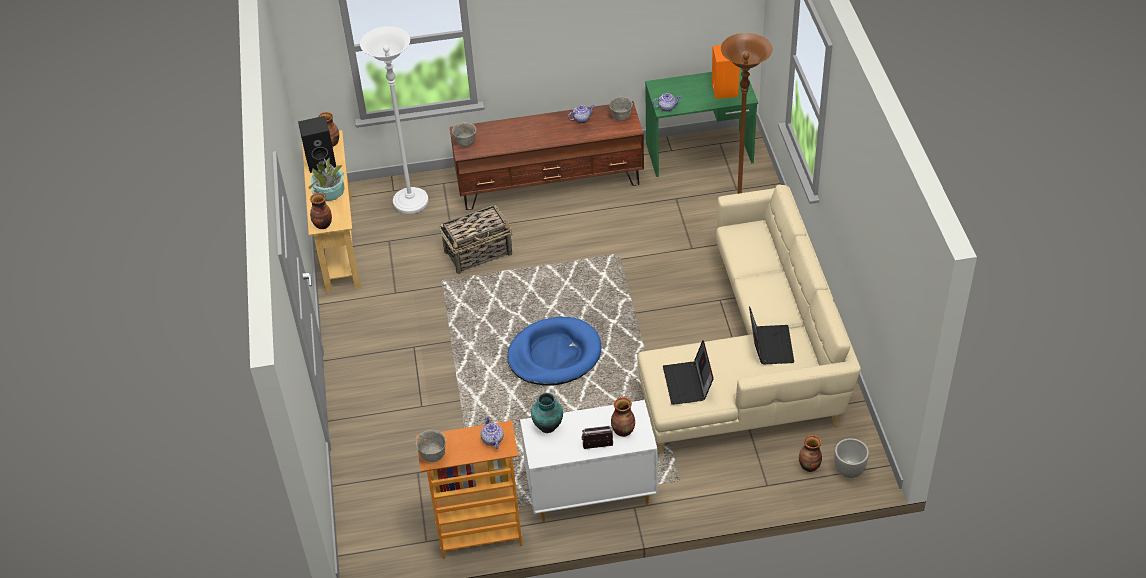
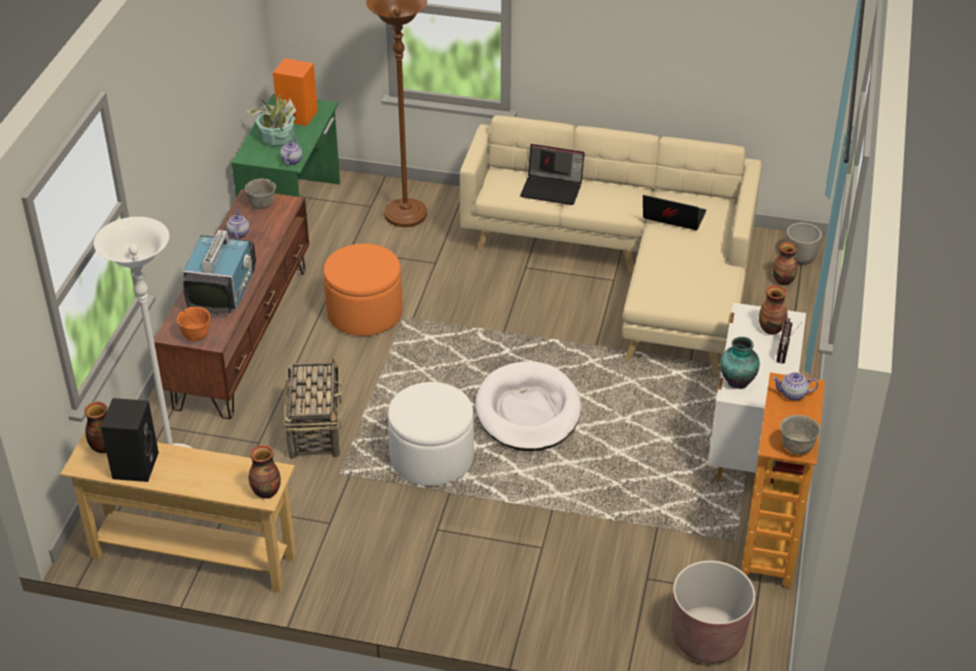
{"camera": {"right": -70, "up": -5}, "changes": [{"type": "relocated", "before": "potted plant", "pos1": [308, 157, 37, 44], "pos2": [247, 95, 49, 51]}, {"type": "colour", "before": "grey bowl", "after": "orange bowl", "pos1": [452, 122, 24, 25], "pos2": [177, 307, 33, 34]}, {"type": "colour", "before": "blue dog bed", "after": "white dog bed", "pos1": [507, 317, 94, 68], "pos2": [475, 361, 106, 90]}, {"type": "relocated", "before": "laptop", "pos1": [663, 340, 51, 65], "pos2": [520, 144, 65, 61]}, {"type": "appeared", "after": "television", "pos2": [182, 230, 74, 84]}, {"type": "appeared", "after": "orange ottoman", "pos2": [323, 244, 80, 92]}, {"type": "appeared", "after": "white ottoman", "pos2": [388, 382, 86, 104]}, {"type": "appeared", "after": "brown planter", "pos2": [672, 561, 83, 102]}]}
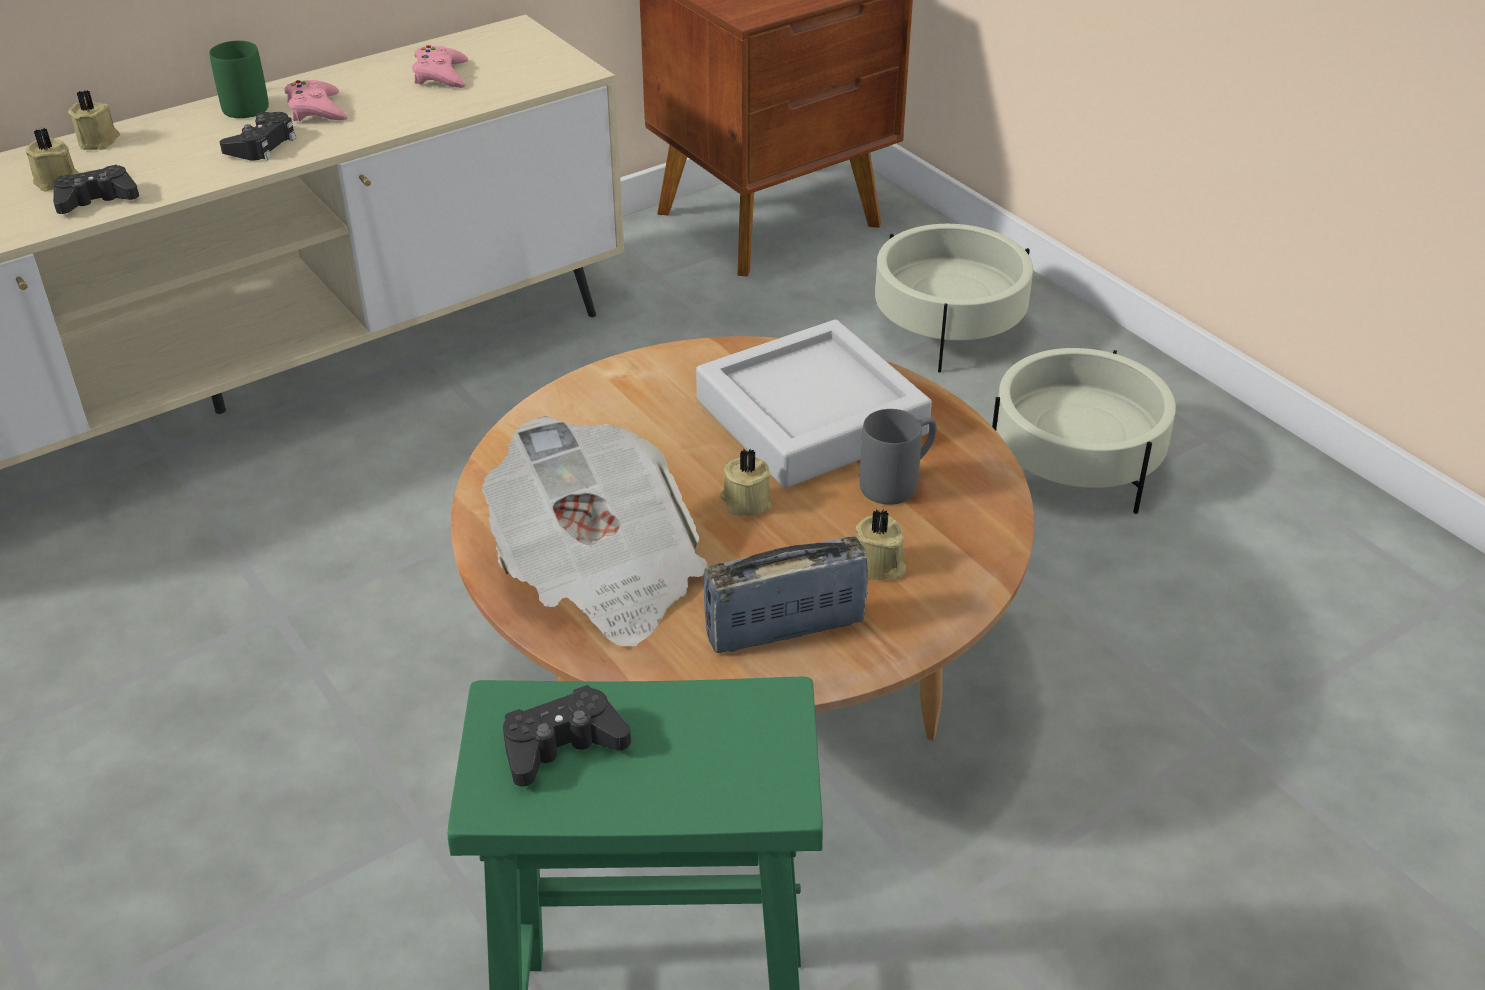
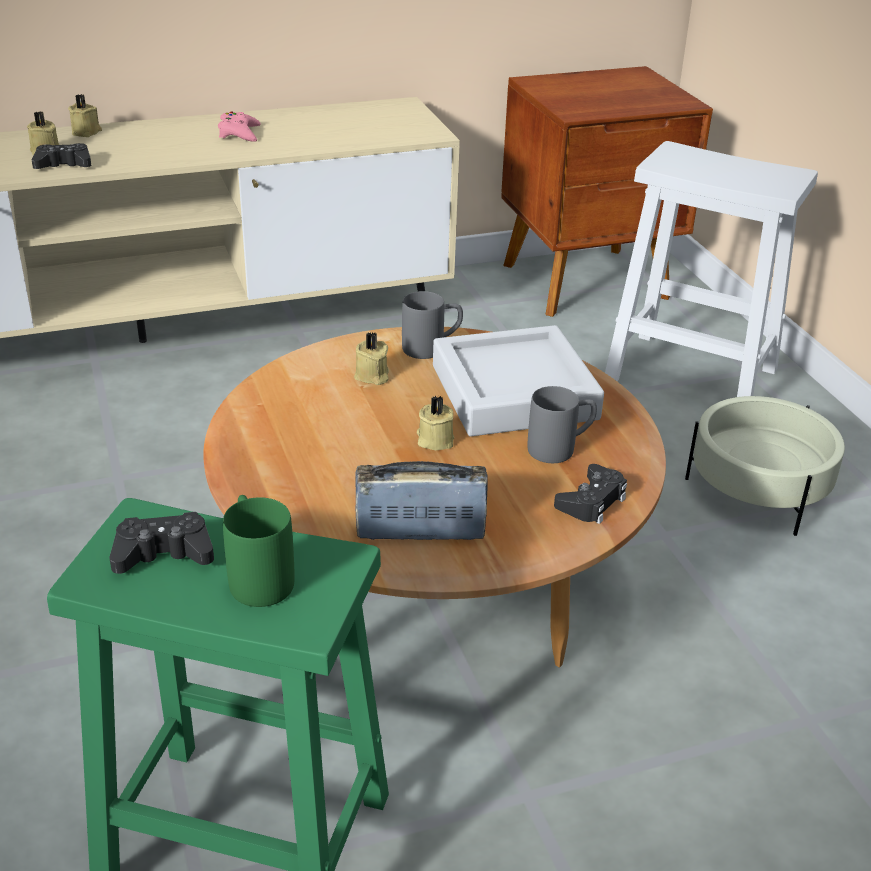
{"camera": {"right": 15, "up": -5}, "changes": [{"type": "relocated", "before": "green mug", "pos1": [209, 41, 60, 77], "pos2": [223, 495, 72, 112]}, {"type": "relocated", "before": "black game controller", "pos1": [220, 112, 76, 48], "pos2": [554, 464, 73, 60]}, {"type": "missing", "before": "pink game controller", "pos1": [412, 45, 56, 43]}, {"type": "missing", "before": "newspaper", "pos1": [482, 416, 226, 230]}, {"type": "relocated", "before": "beige candle", "pos1": [856, 509, 50, 71], "pos2": [354, 332, 35, 53]}, {"type": "exchanged", "before": "beige planter", "after": "white stool", "pos1": [875, 224, 158, 148], "pos2": [605, 141, 213, 256]}, {"type": "appeared", "after": "grey mug", "pos2": [402, 291, 61, 68]}]}
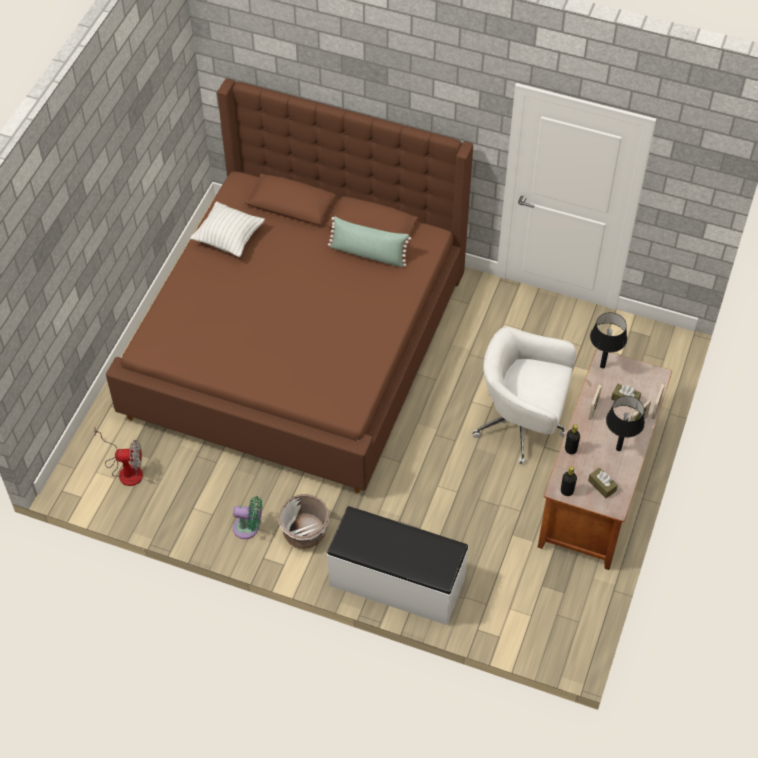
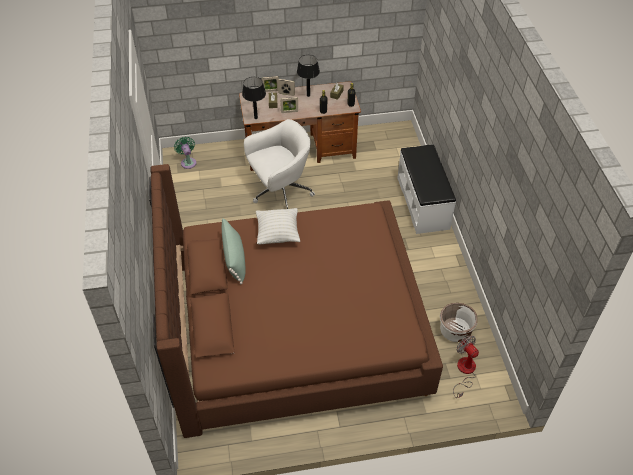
{"camera": {"right": -120, "up": -5}, "changes": [{"type": "relocated", "before": "white pillow", "pos1": [190, 201, 75, 56], "pos2": [256, 208, 44, 36]}, {"type": "relocated", "before": "green fan", "pos1": [233, 496, 29, 43], "pos2": [174, 137, 23, 32]}, {"type": "relocated", "before": "white planter", "pos1": [278, 494, 51, 55], "pos2": [440, 303, 37, 39]}, {"type": "spun", "before": "white office chair", "pos1": [472, 326, 104, 139], "pos2": [244, 119, 71, 90], "turn": -105}]}
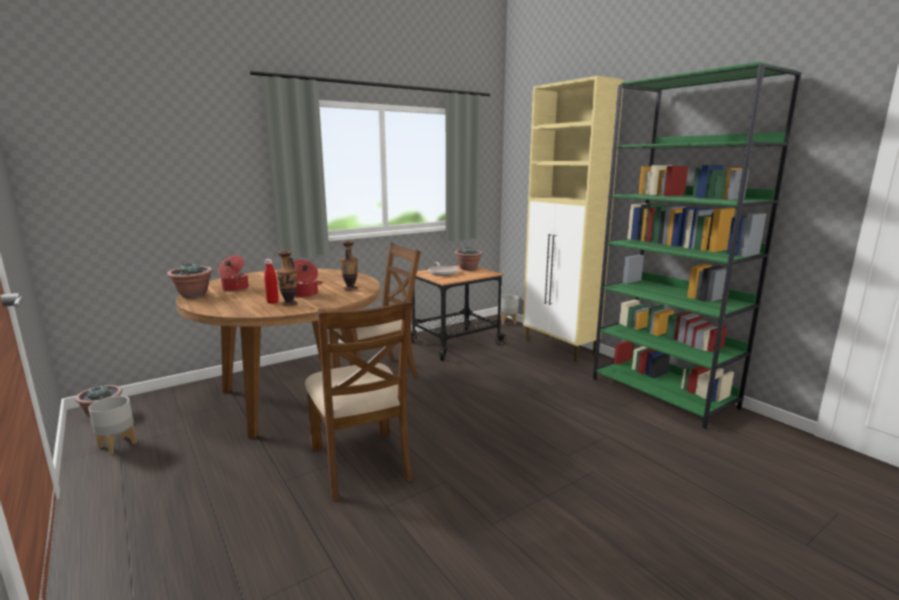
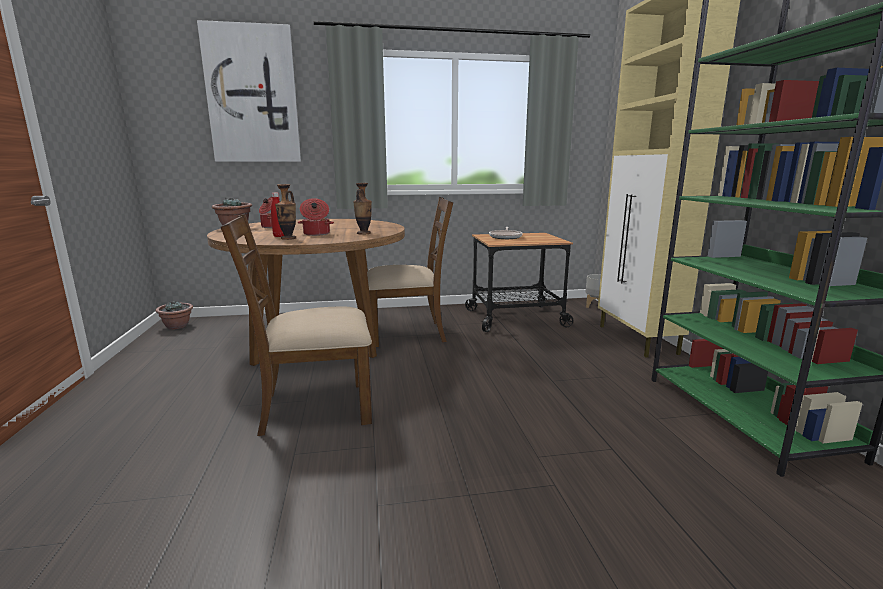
{"camera": {"right": 25, "up": 0}, "changes": [{"type": "missing", "before": "grey planter", "pos1": [88, 396, 49, 58]}, {"type": "spun", "before": "brown chair", "pos1": [305, 299, 108, 202], "pos2": [221, 213, 151, 223], "turn": 75}, {"type": "missing", "before": "potted plant", "pos1": [455, 247, 28, 24]}, {"type": "appeared", "after": "picture", "pos2": [197, 20, 104, 142]}]}
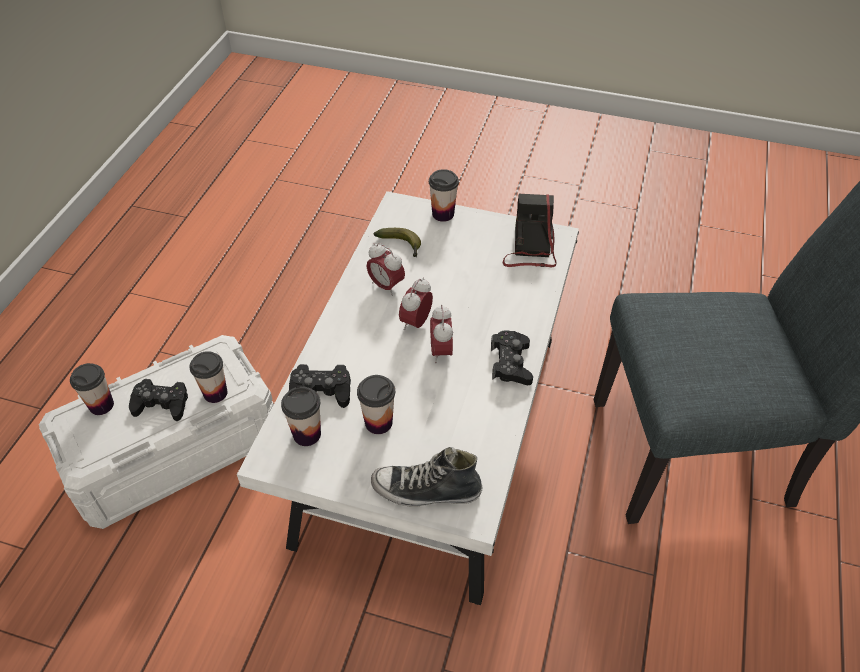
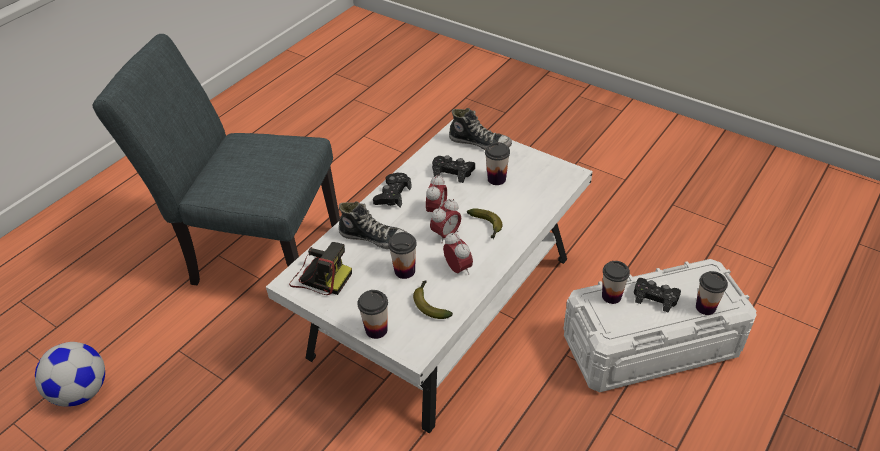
{"camera": {"right": -160, "up": -5}, "changes": [{"type": "relocated", "before": "cup", "pos1": [281, 386, 40, 60], "pos2": [388, 232, 29, 47]}, {"type": "relocated", "before": "black game controller", "pos1": [289, 364, 62, 44], "pos2": [432, 155, 43, 28]}, {"type": "spun", "before": "photo camera", "pos1": [503, 194, 54, 74], "pos2": [289, 242, 63, 53], "turn": -90}, {"type": "appeared", "after": "football", "pos2": [35, 342, 70, 65]}, {"type": "appeared", "after": "shoe", "pos2": [339, 201, 67, 48]}, {"type": "appeared", "after": "banana", "pos2": [467, 208, 36, 31]}]}
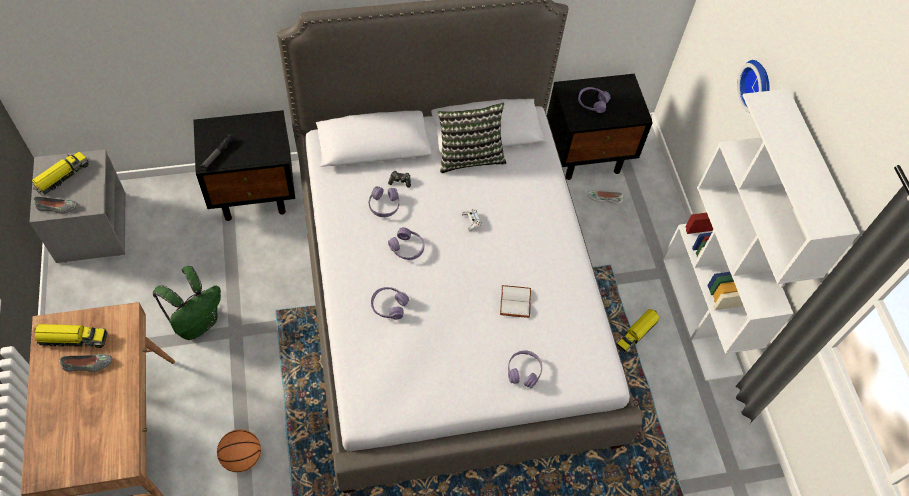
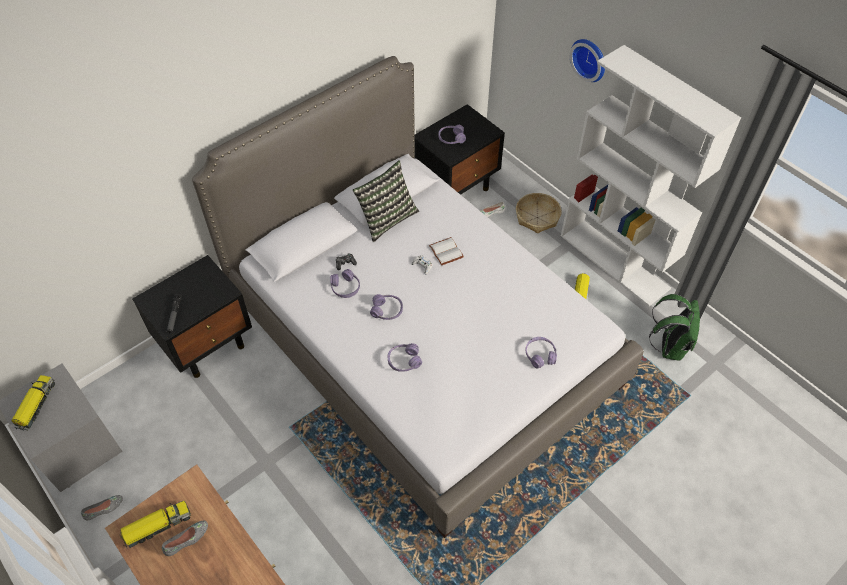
{"camera": {"right": -25, "up": -5}, "changes": [{"type": "relocated", "before": "grey shoe", "pos1": [33, 197, 45, 17], "pos2": [81, 495, 42, 25]}, {"type": "relocated", "before": "green backpack", "pos1": [153, 266, 68, 74], "pos2": [649, 294, 51, 66]}, {"type": "missing", "before": "basketball", "pos1": [217, 429, 44, 43]}, {"type": "relocated", "before": "white book", "pos1": [500, 285, 31, 33], "pos2": [429, 237, 35, 29]}, {"type": "appeared", "after": "basket", "pos2": [516, 193, 46, 40]}]}
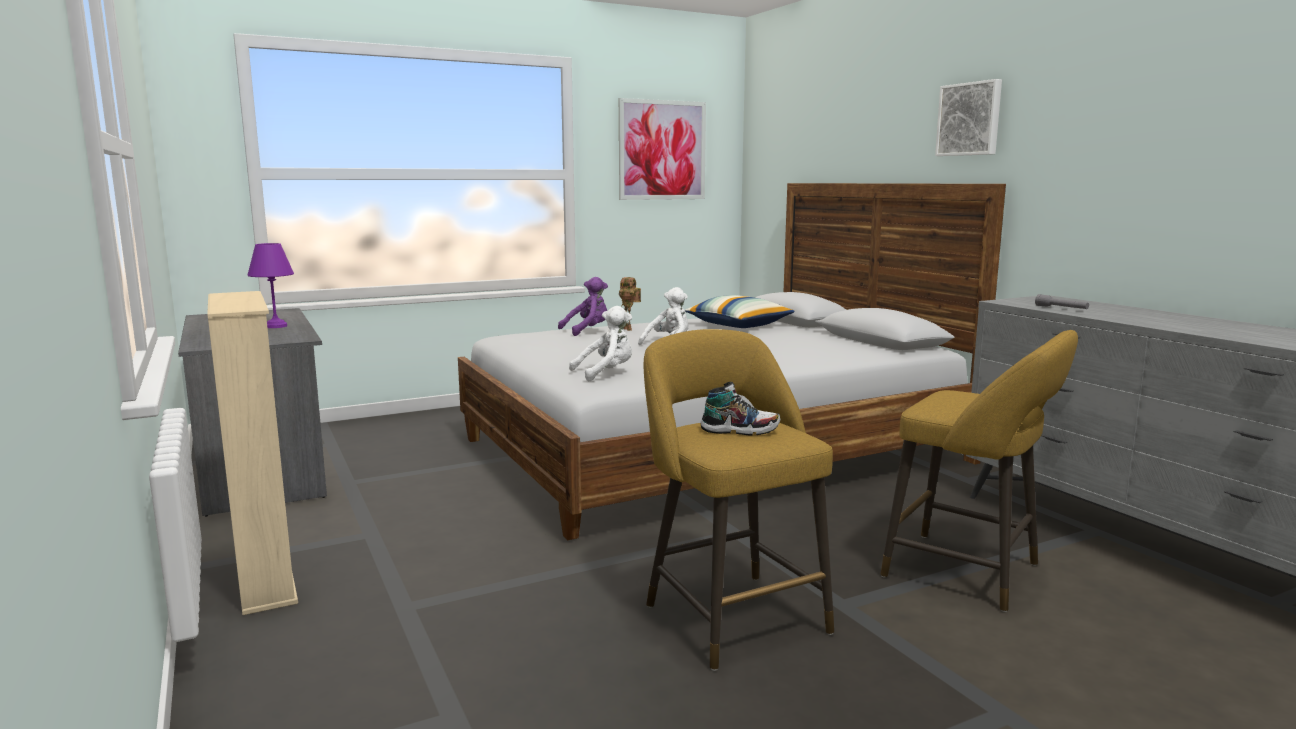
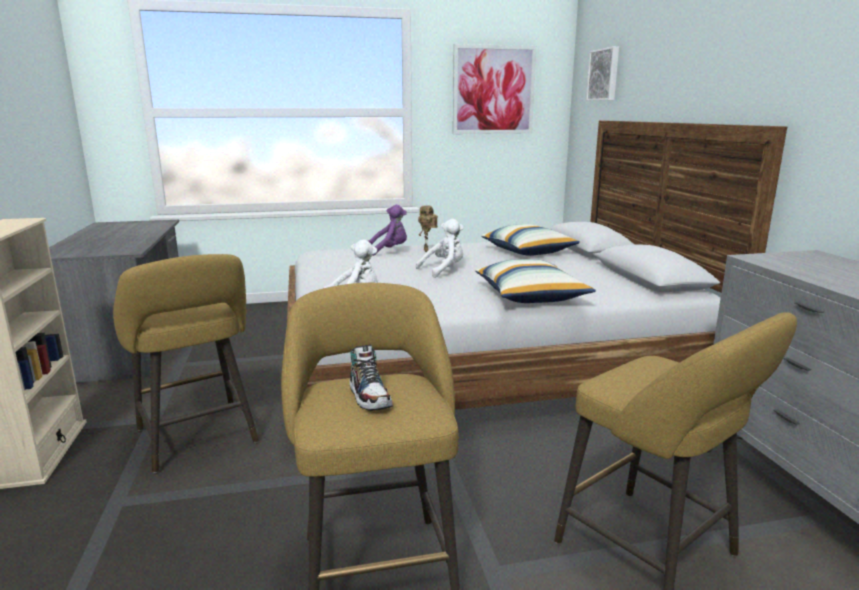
{"camera": {"right": 15, "up": 5}, "changes": [{"type": "missing", "before": "purple table lamp", "pos1": [248, 243, 46, 85]}, {"type": "spun", "before": "shoe", "pos1": [700, 382, 80, 54], "pos2": [349, 345, 43, 65], "turn": 45}, {"type": "relocated", "before": "picture", "pos1": [935, 79, 67, 77], "pos2": [586, 46, 33, 55]}, {"type": "missing", "before": "grey flashlight", "pos1": [1035, 294, 54, 15]}, {"type": "appeared", "after": "yellow stool", "pos2": [113, 254, 146, 219]}, {"type": "appeared", "after": "pillow", "pos2": [475, 259, 121, 44]}]}
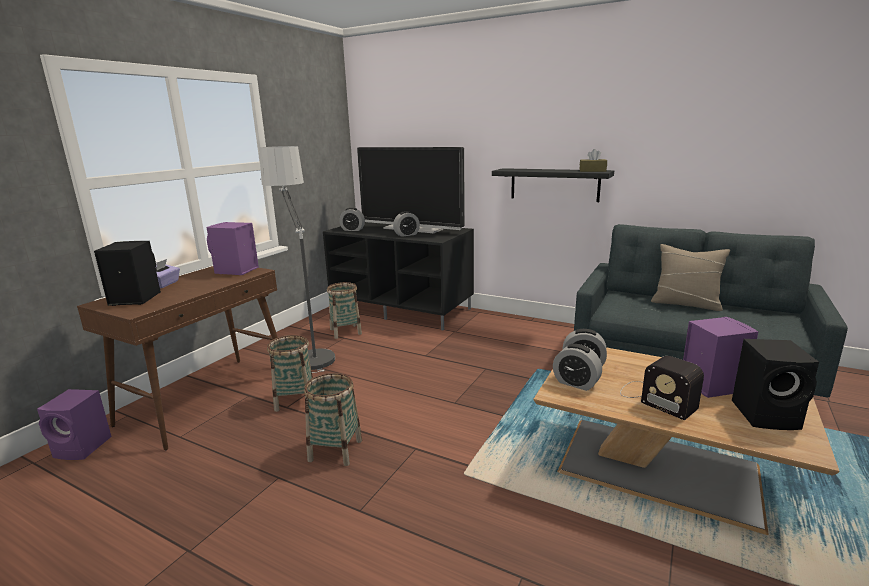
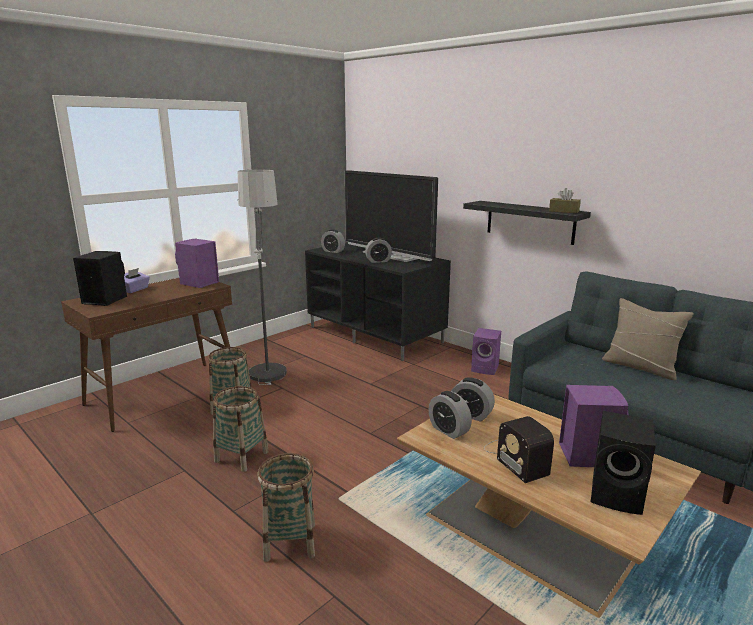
{"camera": {"right": 15, "up": 0}, "changes": [{"type": "relocated", "before": "purple speaker", "pos1": [37, 389, 75, 71], "pos2": [471, 328, 30, 47]}, {"type": "relocated", "before": "basket", "pos1": [327, 282, 35, 57], "pos2": [258, 453, 57, 109]}]}
